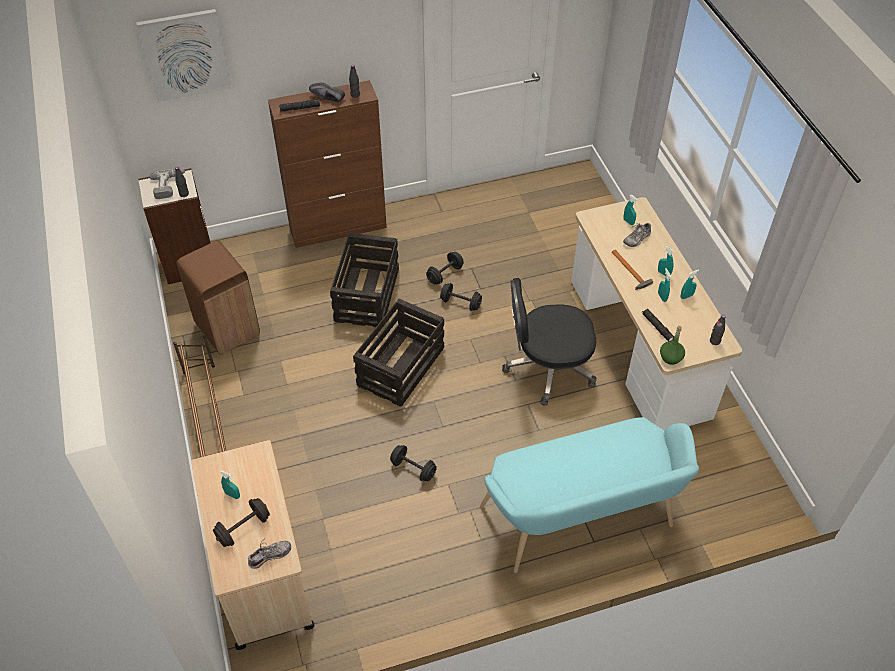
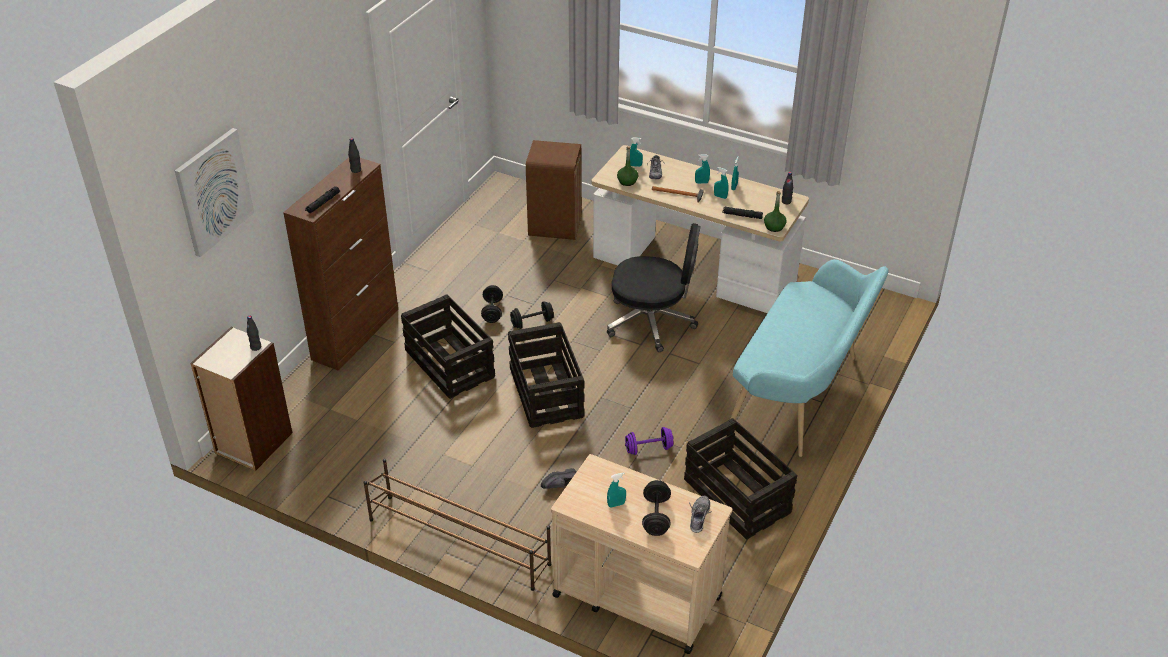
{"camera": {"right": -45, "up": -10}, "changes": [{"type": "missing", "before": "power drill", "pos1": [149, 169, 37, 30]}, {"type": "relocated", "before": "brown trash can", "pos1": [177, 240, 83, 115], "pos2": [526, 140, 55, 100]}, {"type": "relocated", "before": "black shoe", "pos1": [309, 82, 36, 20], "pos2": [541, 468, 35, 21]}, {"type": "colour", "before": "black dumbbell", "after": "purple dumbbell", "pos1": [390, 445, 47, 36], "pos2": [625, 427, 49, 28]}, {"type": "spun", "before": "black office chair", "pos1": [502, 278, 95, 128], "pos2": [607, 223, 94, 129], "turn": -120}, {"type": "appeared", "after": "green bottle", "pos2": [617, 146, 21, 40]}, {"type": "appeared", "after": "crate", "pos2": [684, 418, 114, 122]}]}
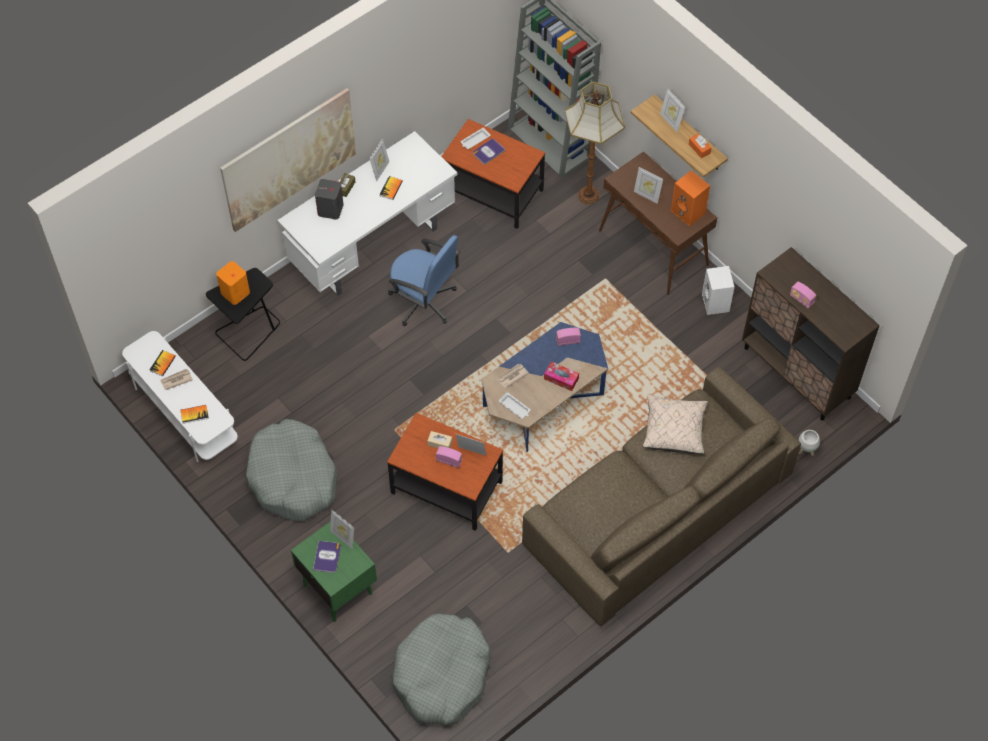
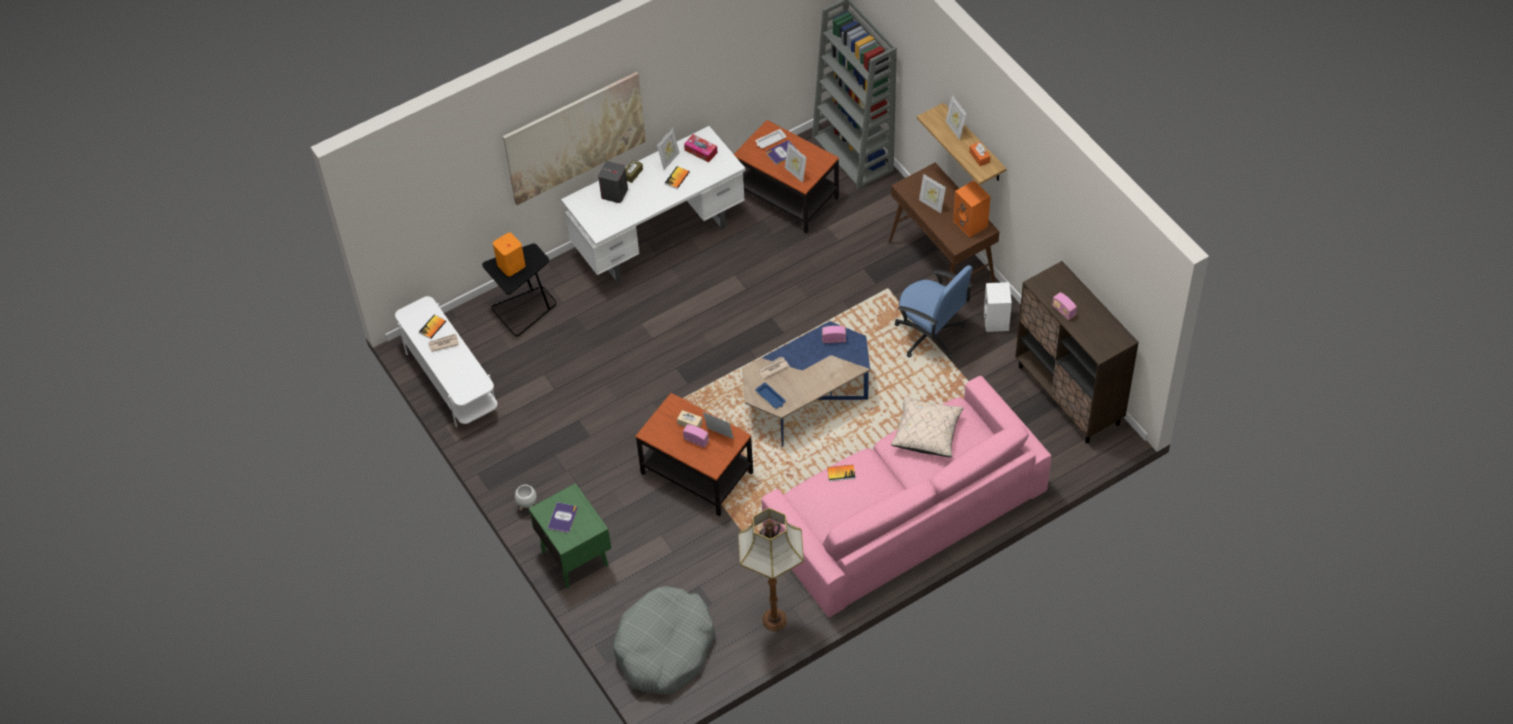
{"camera": {"right": 10, "up": -5}, "changes": [{"type": "relocated", "before": "book", "pos1": [181, 405, 28, 19], "pos2": [827, 465, 29, 16]}, {"type": "missing", "before": "grey dog bed", "pos1": [246, 419, 91, 102]}, {"type": "relocated", "before": "picture frame", "pos1": [330, 510, 24, 39], "pos2": [785, 143, 22, 40]}, {"type": "relocated", "before": "blue office chair", "pos1": [388, 235, 72, 91], "pos2": [895, 265, 78, 93]}, {"type": "colour", "before": "white tray", "after": "blue tray", "pos1": [499, 392, 32, 27], "pos2": [755, 382, 31, 27]}, {"type": "colour", "before": "brown sofa", "after": "pink sofa", "pos1": [522, 367, 279, 259], "pos2": [761, 376, 290, 241]}, {"type": "relocated", "before": "tissue box", "pos1": [544, 361, 35, 30], "pos2": [684, 134, 34, 28]}, {"type": "relocated", "before": "floor lamp", "pos1": [565, 82, 60, 122], "pos2": [738, 508, 66, 123]}, {"type": "relocated", "before": "white planter", "pos1": [799, 430, 21, 26], "pos2": [515, 485, 22, 25]}]}
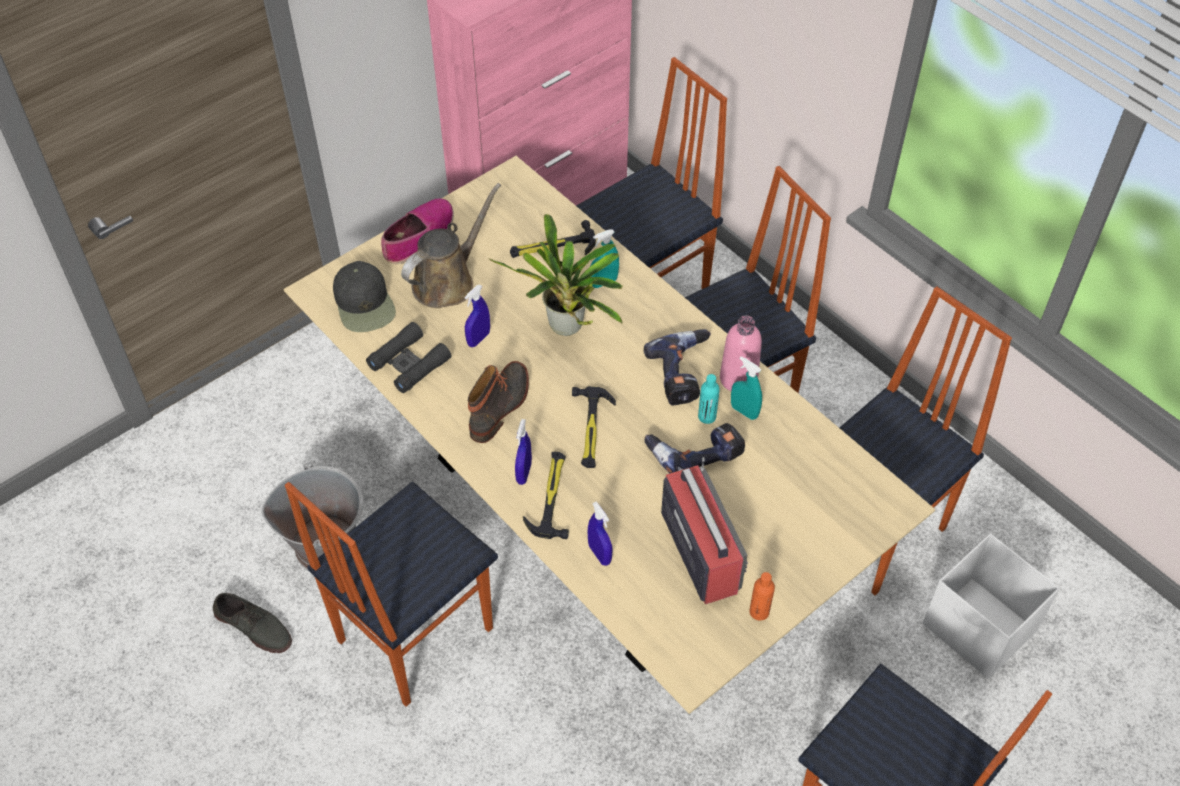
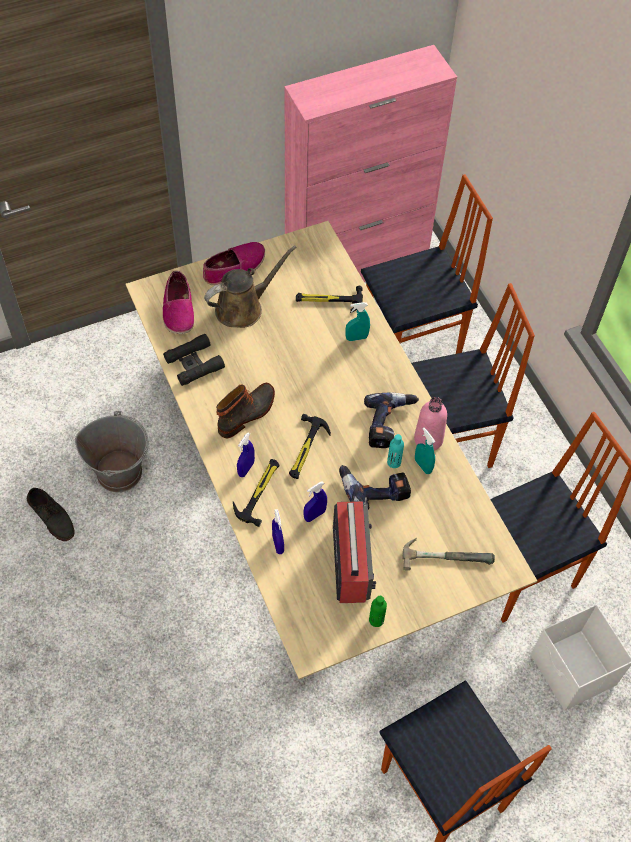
{"camera": {"right": 15, "up": 5}, "changes": [{"type": "missing", "before": "chair", "pos1": [285, 482, 213, 225]}, {"type": "exchanged", "before": "black cap", "after": "shoe", "pos1": [333, 261, 63, 71], "pos2": [163, 270, 31, 64]}, {"type": "relocated", "before": "blue spray bottle", "pos1": [465, 285, 25, 62], "pos2": [303, 481, 24, 41]}, {"type": "missing", "before": "potted plant", "pos1": [488, 214, 135, 122]}, {"type": "colour", "before": "orange bottle", "after": "green bottle", "pos1": [749, 572, 26, 48], "pos2": [369, 596, 18, 31]}, {"type": "appeared", "after": "hammer", "pos2": [402, 538, 93, 32]}]}
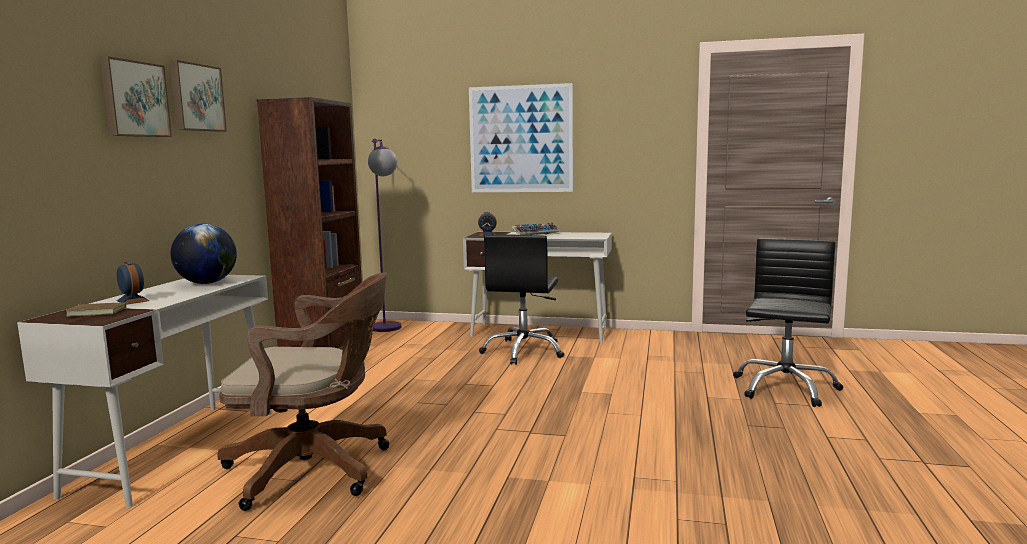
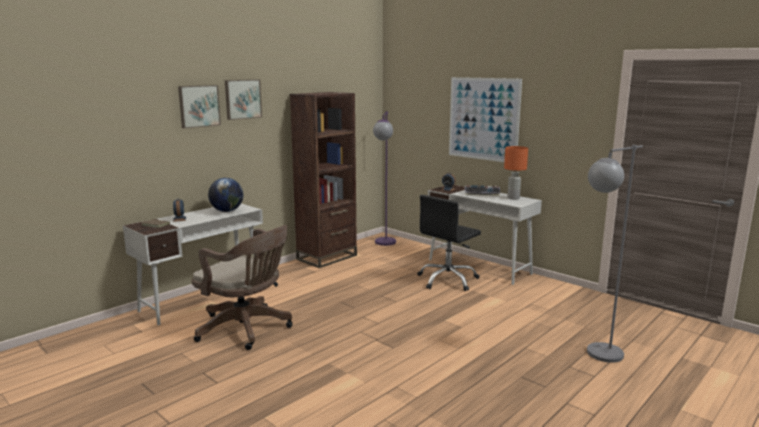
{"camera": {"right": 30, "up": 5}, "changes": [{"type": "exchanged", "before": "black office chair", "after": "grey floor lamp", "pos1": [733, 238, 110, 169], "pos2": [587, 145, 56, 218]}, {"type": "appeared", "after": "orange table lamp", "pos2": [504, 146, 24, 54]}]}
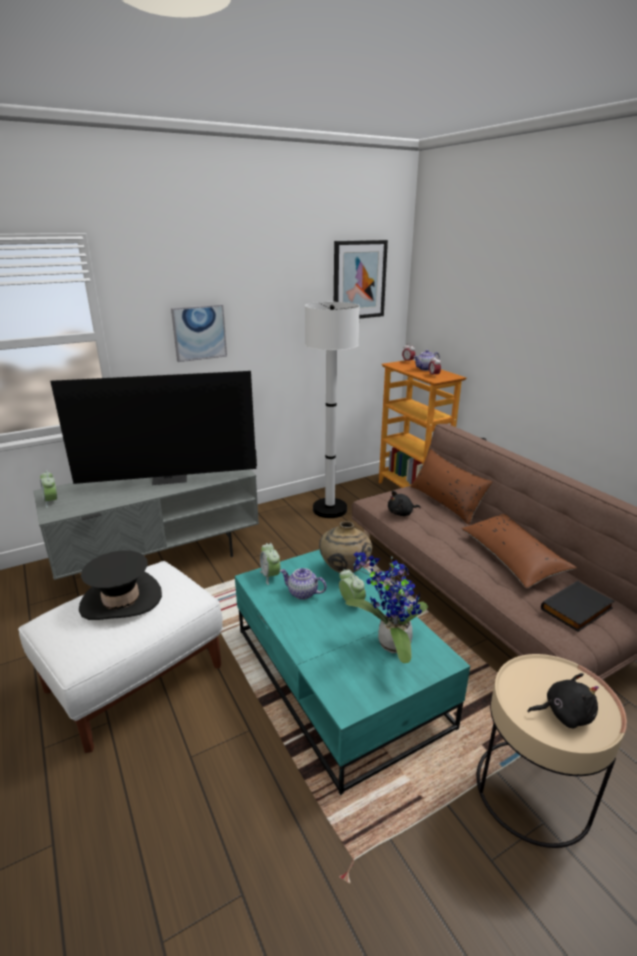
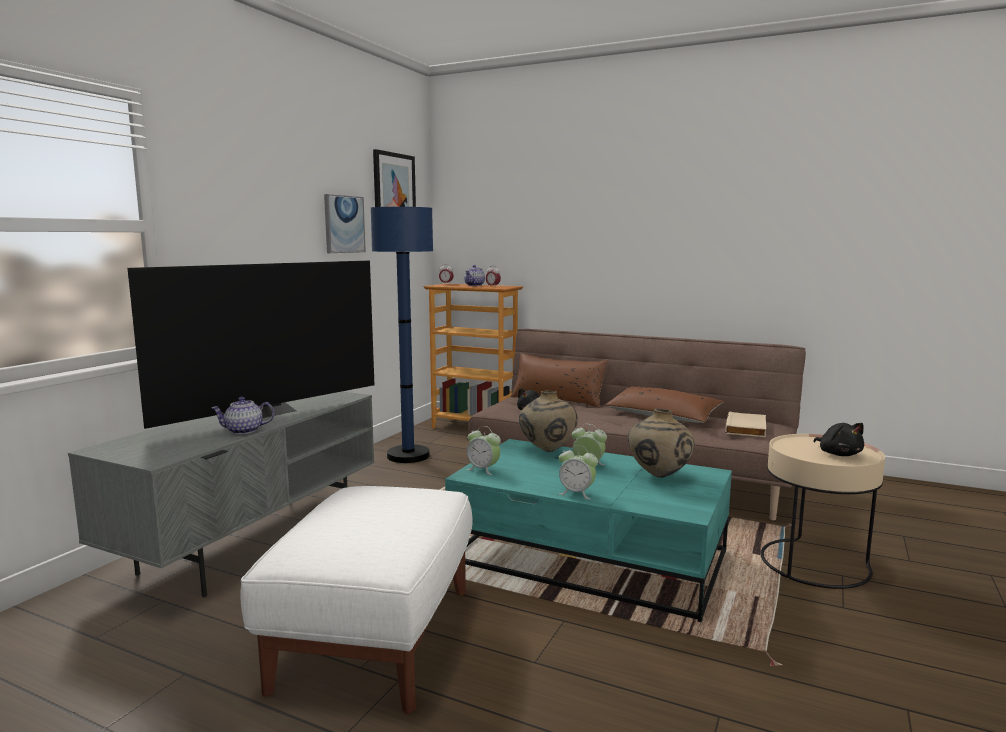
{"camera": {"right": -35, "up": -15}, "changes": [{"type": "relocated", "before": "alarm clock", "pos1": [40, 470, 17, 38], "pos2": [559, 445, 39, 54]}, {"type": "missing", "before": "black hat", "pos1": [79, 551, 83, 69]}, {"type": "relocated", "before": "picture", "pos1": [171, 304, 56, 58], "pos2": [324, 194, 42, 59]}, {"type": "relocated", "before": "teapot", "pos1": [280, 568, 47, 32], "pos2": [211, 397, 63, 37]}, {"type": "colour", "before": "white floor lamp", "after": "blue floor lamp", "pos1": [305, 302, 55, 216], "pos2": [371, 207, 62, 256]}, {"type": "exchanged", "before": "potted plant", "after": "beige vase", "pos1": [345, 552, 83, 111], "pos2": [628, 408, 67, 70]}, {"type": "spun", "before": "black plush toy", "pos1": [527, 673, 72, 56], "pos2": [813, 423, 51, 33], "turn": 105}, {"type": "colour", "before": "black book", "after": "beige book", "pos1": [541, 581, 73, 51], "pos2": [725, 411, 41, 26]}]}
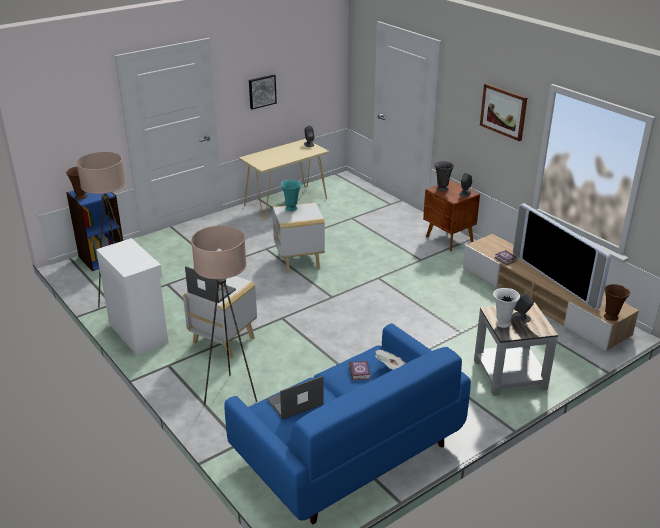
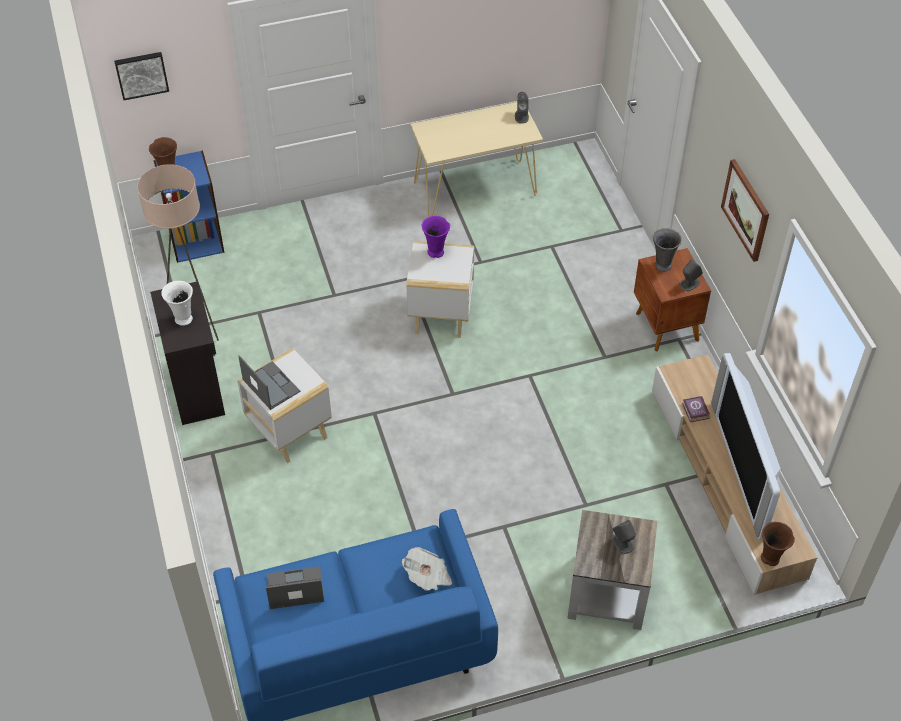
{"camera": {"right": 20, "up": 20}, "changes": [{"type": "colour", "before": "white cabinet", "after": "black cabinet", "pos1": [96, 238, 73, 117], "pos2": [150, 281, 75, 144]}, {"type": "missing", "before": "beige floor lamp", "pos1": [191, 226, 66, 179]}, {"type": "relocated", "before": "picture", "pos1": [249, 74, 28, 35], "pos2": [114, 52, 55, 48]}, {"type": "colour", "before": "turquoise vase", "after": "purple vase", "pos1": [281, 180, 20, 31], "pos2": [422, 216, 28, 42]}, {"type": "missing", "before": "book", "pos1": [349, 361, 21, 19]}, {"type": "relocated", "before": "white vase", "pos1": [493, 288, 27, 40], "pos2": [161, 281, 32, 45]}]}
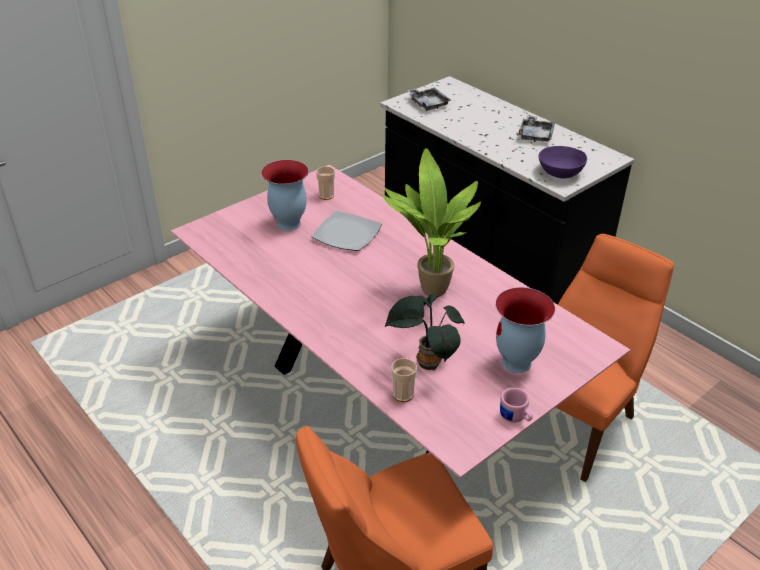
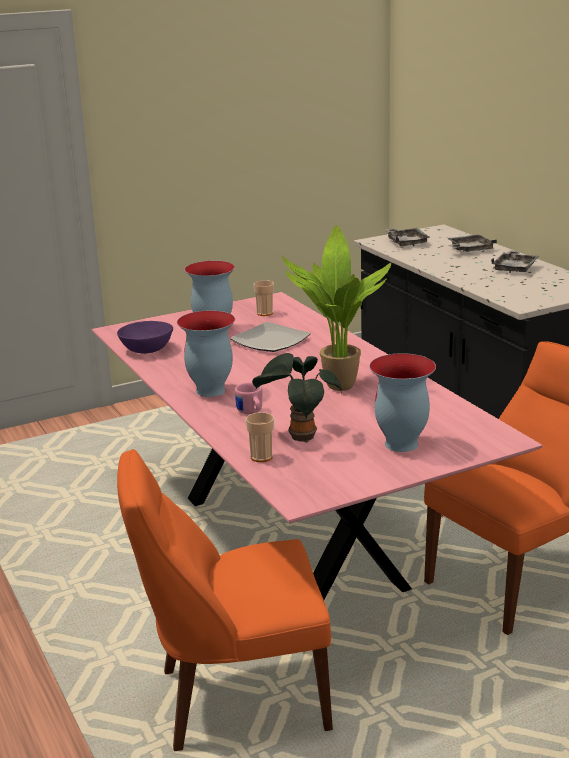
{"camera": {"right": 15, "up": -15}, "changes": [{"type": "relocated", "before": "pink mug", "pos1": [500, 388, 33, 35], "pos2": [235, 382, 27, 32]}, {"type": "relocated", "before": "purple bowl", "pos1": [539, 146, 48, 33], "pos2": [117, 321, 56, 33]}, {"type": "appeared", "after": "vase", "pos2": [177, 310, 58, 87]}, {"type": "appeared", "after": "grey tray", "pos2": [447, 235, 50, 17]}]}
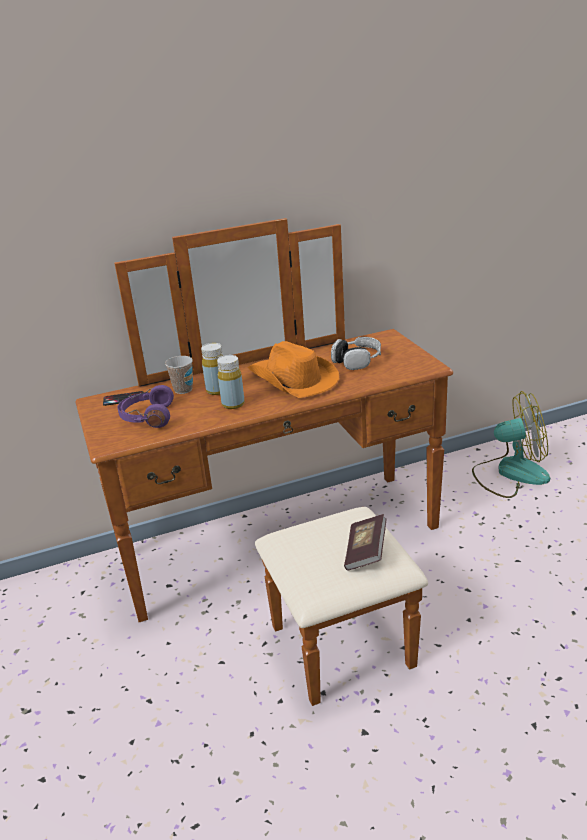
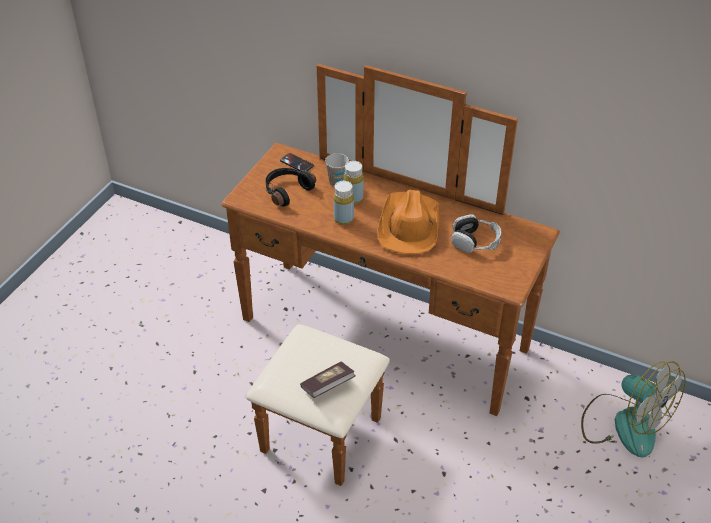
{"camera": {"right": 45, "up": 15}, "changes": [{"type": "colour", "before": "purple headphones", "after": "black headphones", "pos1": [117, 385, 57, 43], "pos2": [266, 168, 50, 39]}]}
